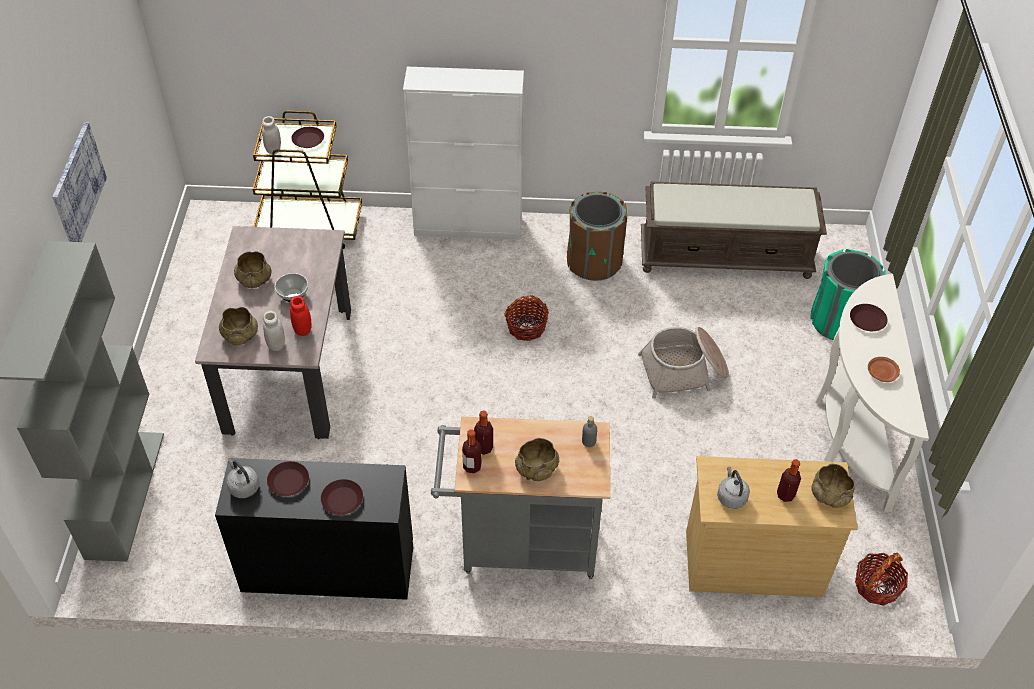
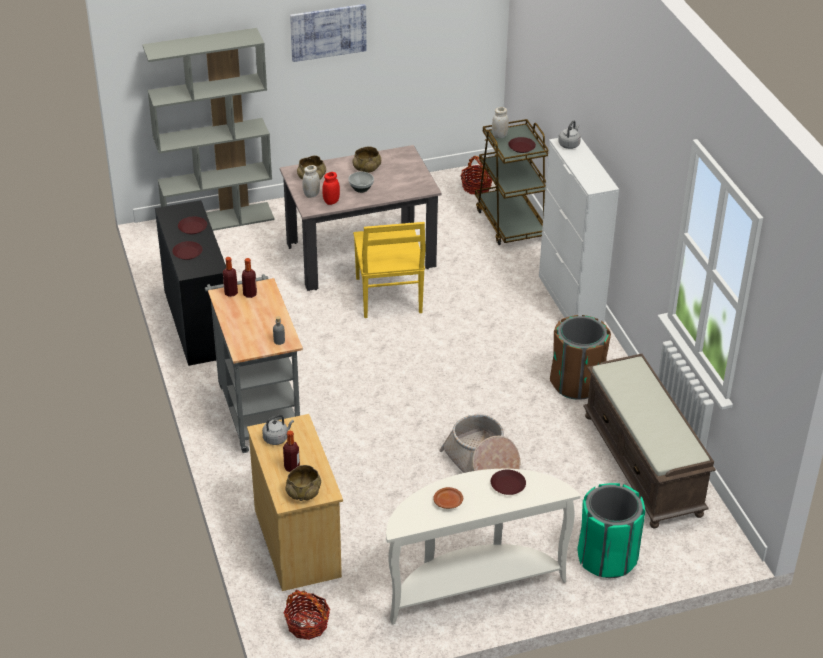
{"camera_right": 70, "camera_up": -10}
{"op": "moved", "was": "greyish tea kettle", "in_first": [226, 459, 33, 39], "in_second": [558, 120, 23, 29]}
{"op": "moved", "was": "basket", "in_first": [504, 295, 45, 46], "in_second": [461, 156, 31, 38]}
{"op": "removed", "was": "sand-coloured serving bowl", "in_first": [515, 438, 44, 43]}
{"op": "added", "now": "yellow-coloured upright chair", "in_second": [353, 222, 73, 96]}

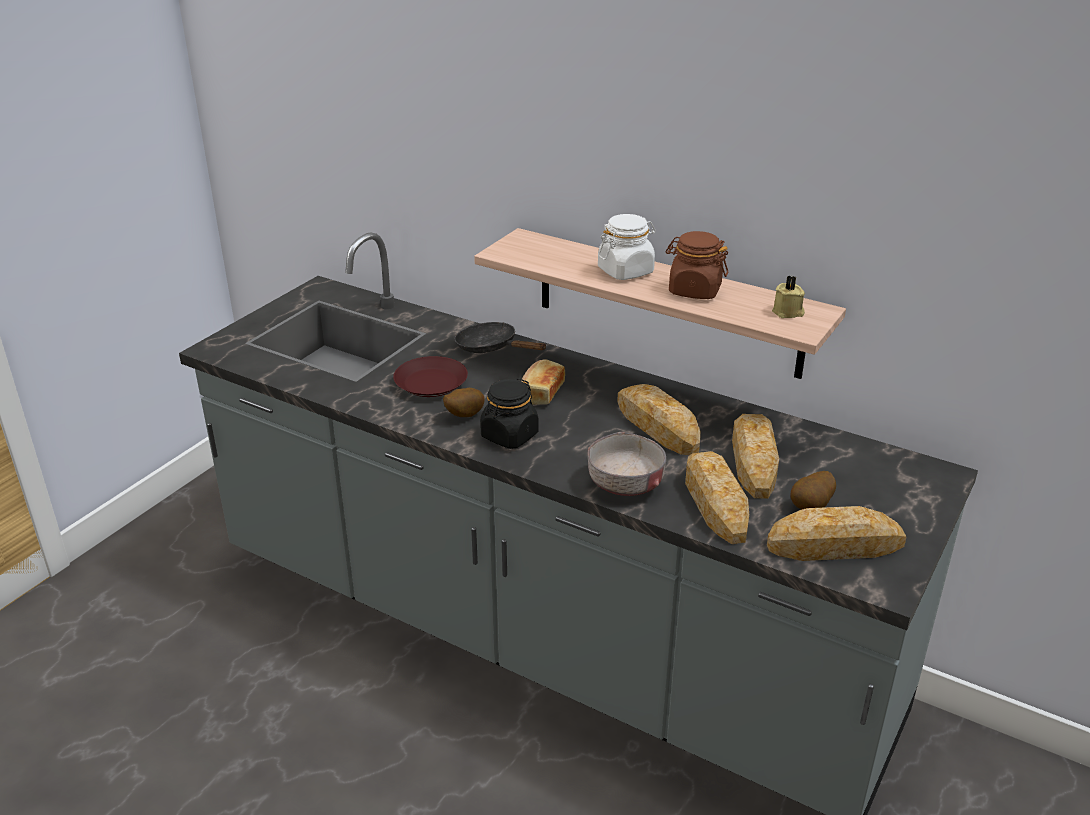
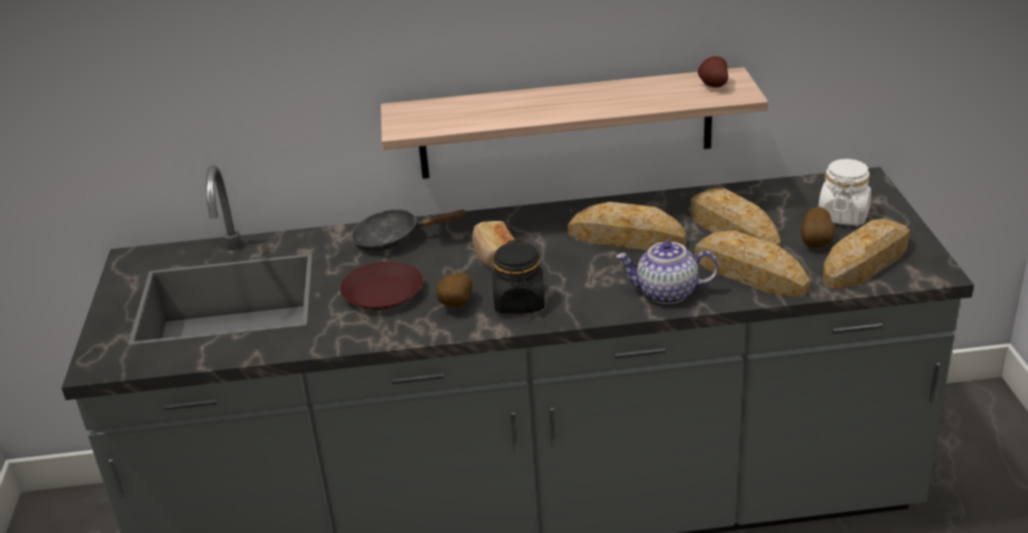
{"camera_right": -35, "camera_up": 0}
{"op": "replaced", "was": "greyish serving bowl", "now": "tea pot", "in_first": [588, 432, 78, 64], "in_second": [616, 241, 103, 63]}
{"op": "moved", "was": "white storage jar", "in_first": [598, 214, 58, 66], "in_second": [818, 159, 54, 67]}
{"op": "removed", "was": "brownish storage jar", "in_first": [666, 231, 62, 68]}
{"op": "replaced", "was": "sand-coloured wax light", "now": "potato", "in_first": [772, 275, 33, 43], "in_second": [698, 56, 30, 32]}

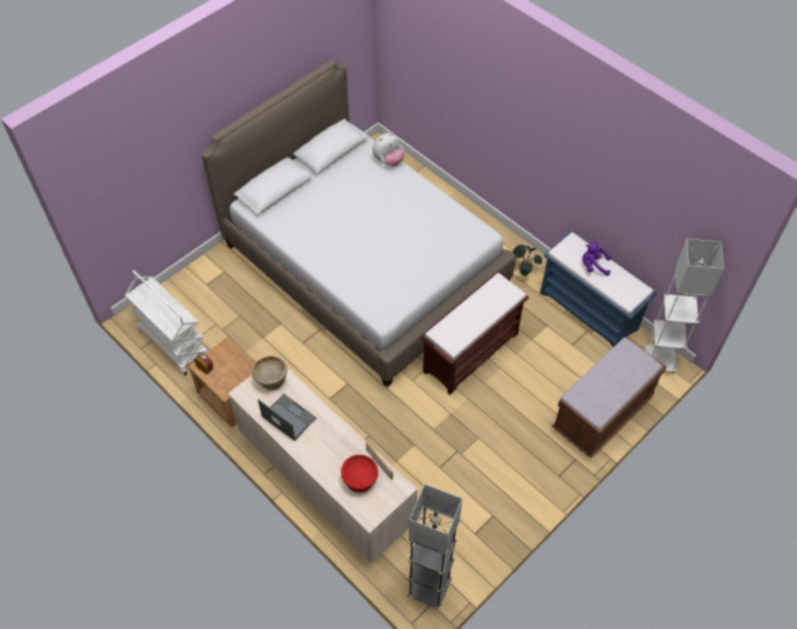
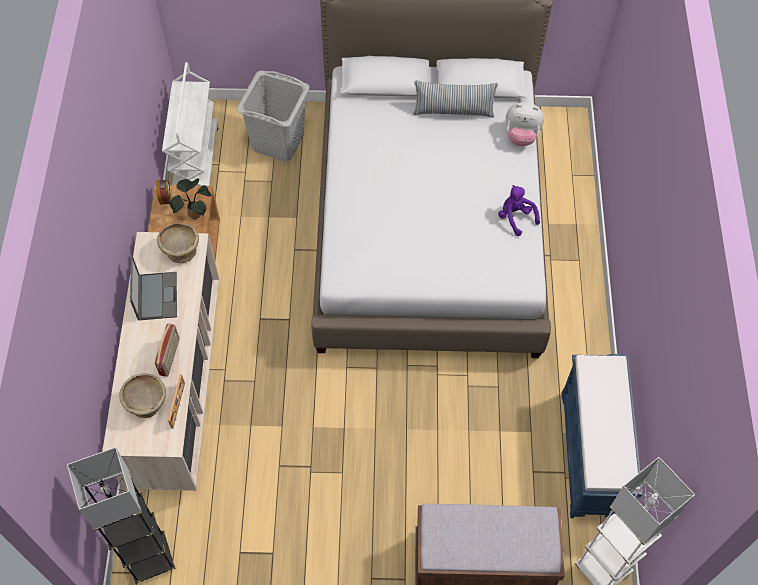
{"camera_right": 45, "camera_up": 5}
{"op": "recoloured", "was": "red serving bowl", "now": "sand-coloured serving bowl", "in_first": [341, 455, 37, 38], "in_second": [119, 373, 47, 45]}
{"op": "removed", "was": "brownish indoor bench", "in_first": [421, 271, 108, 124]}
{"op": "moved", "was": "potted plant", "in_first": [512, 245, 30, 31], "in_second": [170, 178, 42, 41]}
{"op": "moved", "was": "purple soft toy", "in_first": [582, 242, 29, 34], "in_second": [498, 185, 42, 51]}
{"op": "added", "now": "radio", "in_second": [155, 324, 25, 53]}
{"op": "added", "now": "greyish washing basket", "in_second": [237, 70, 72, 91]}
{"op": "added", "now": "throw pillow", "in_second": [413, 80, 85, 38]}

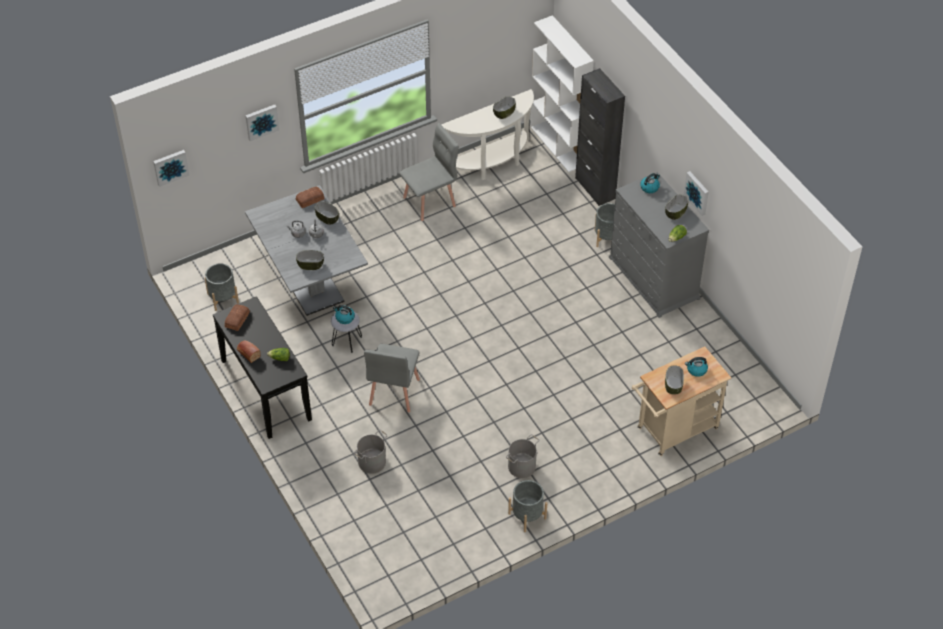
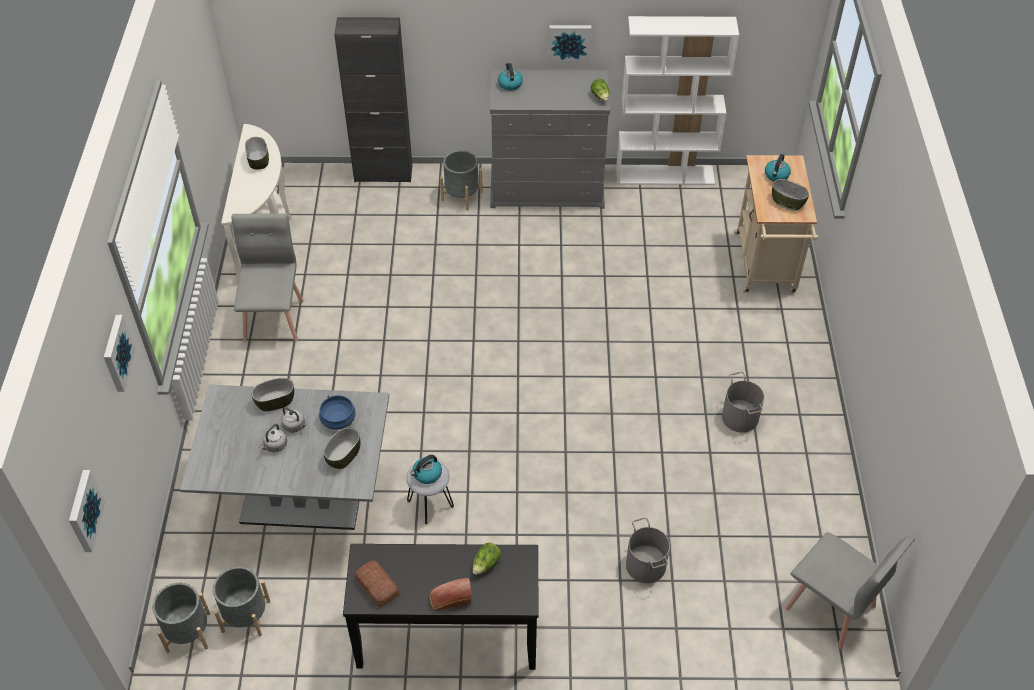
{"camera_right": -60, "camera_up": 0}
{"op": "removed", "was": "bakery bread", "in_first": [296, 187, 28, 21]}
{"op": "moved", "was": "greyish upright chair", "in_first": [364, 344, 56, 69], "in_second": [785, 532, 130, 117]}
{"op": "moved", "was": "greyish plant pot", "in_first": [508, 480, 39, 52], "in_second": [152, 583, 58, 70]}
{"op": "moved", "was": "white bookcase", "in_first": [530, 15, 64, 157], "in_second": [616, 16, 123, 169]}
{"op": "removed", "was": "serving bowl", "in_first": [665, 195, 23, 25]}
{"op": "added", "now": "bluish cooking pot", "in_second": [319, 395, 37, 35]}

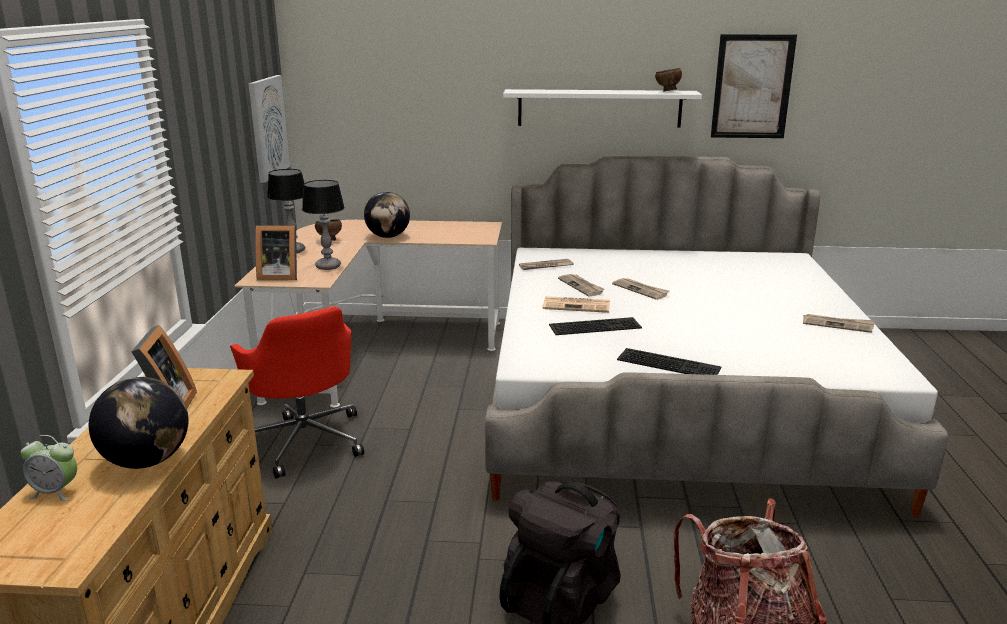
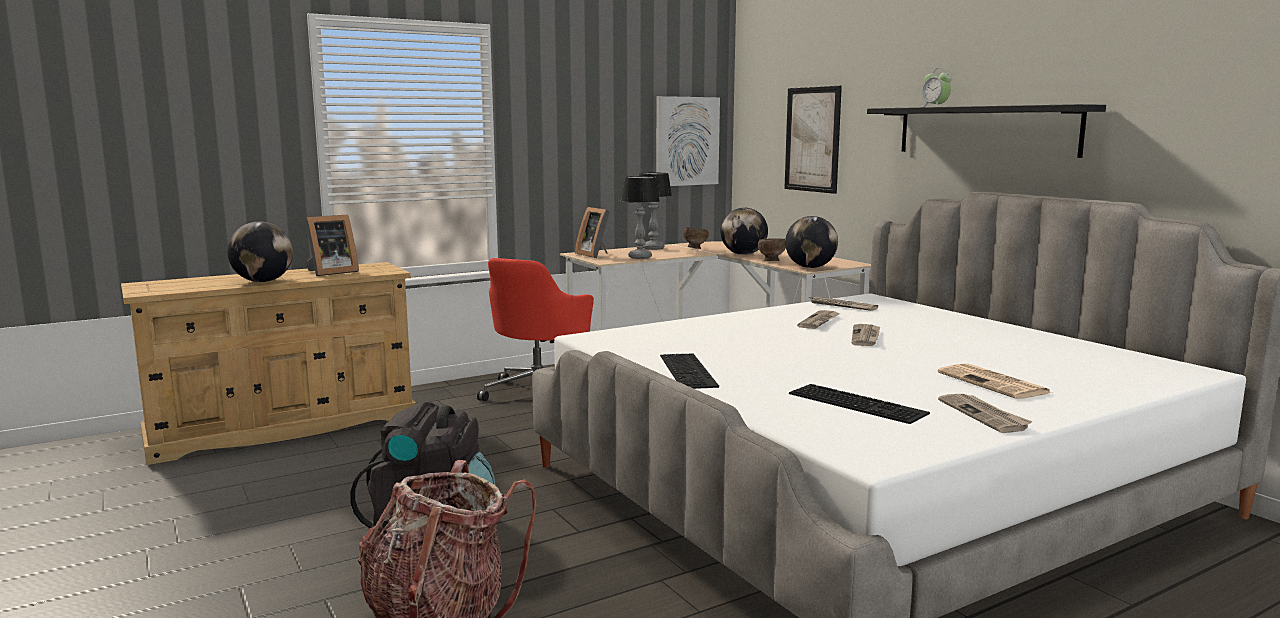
{"camera_right": 55, "camera_up": -10}
{"op": "moved", "was": "bedside clock", "in_first": [21, 435, 56, 66], "in_second": [922, 68, 30, 39]}
{"op": "recoloured", "was": "white wall shelf", "now": "black-coloured wall shelf", "in_first": [503, 89, 199, 39], "in_second": [867, 104, 239, 54]}
{"op": "moved", "was": "daily paper", "in_first": [543, 296, 67, 17], "in_second": [938, 363, 114, 36]}
{"op": "moved", "was": "keyboard", "in_first": [549, 317, 93, 18], "in_second": [789, 384, 141, 40]}
{"op": "moved", "was": "brownish serving bowl", "in_first": [655, 68, 27, 24], "in_second": [758, 238, 28, 23]}
{"op": "moved", "was": "wall art", "in_first": [711, 34, 86, 104], "in_second": [784, 86, 58, 108]}
{"op": "added", "now": "world globe", "in_second": [785, 216, 53, 52]}

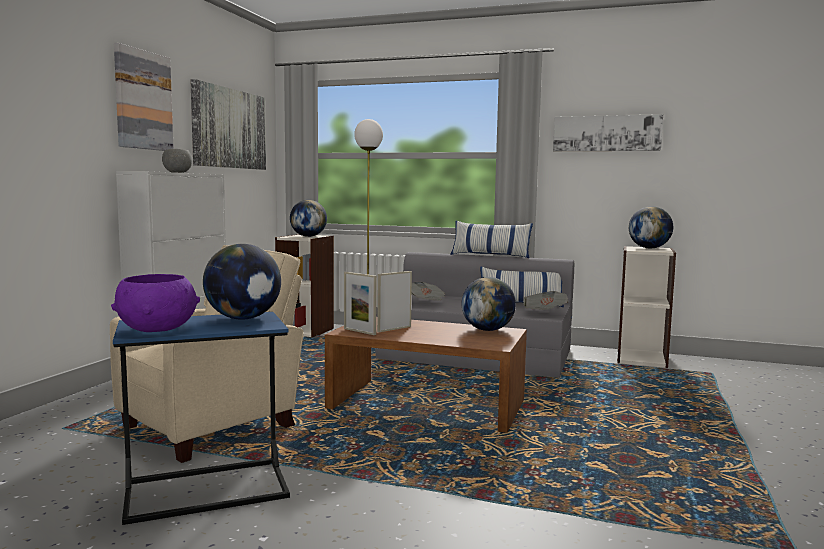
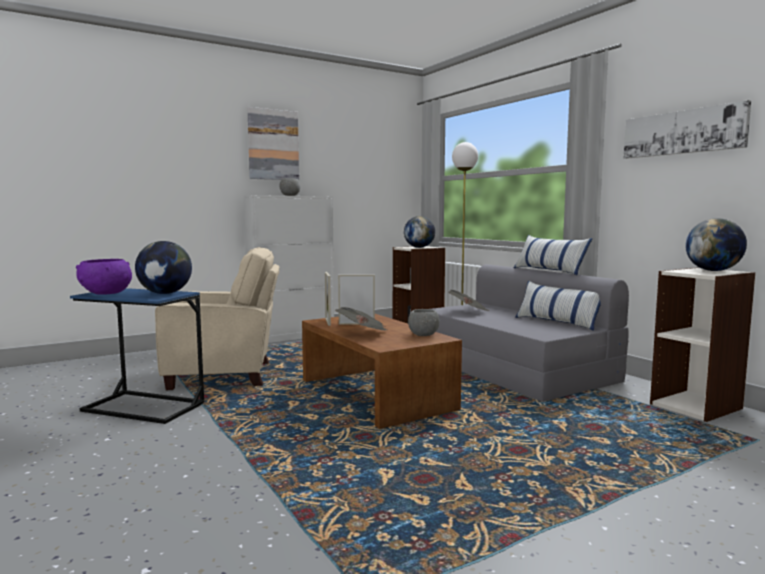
{"camera_right": 40, "camera_up": 0}
{"op": "removed", "was": "wall art", "in_first": [190, 79, 76, 91]}
{"op": "replaced", "was": "world globe", "now": "greyish serving bowl", "in_first": [462, 277, 54, 54], "in_second": [408, 309, 32, 27]}
{"op": "moved", "was": "daily paper", "in_first": [524, 291, 45, 19], "in_second": [335, 307, 52, 23]}

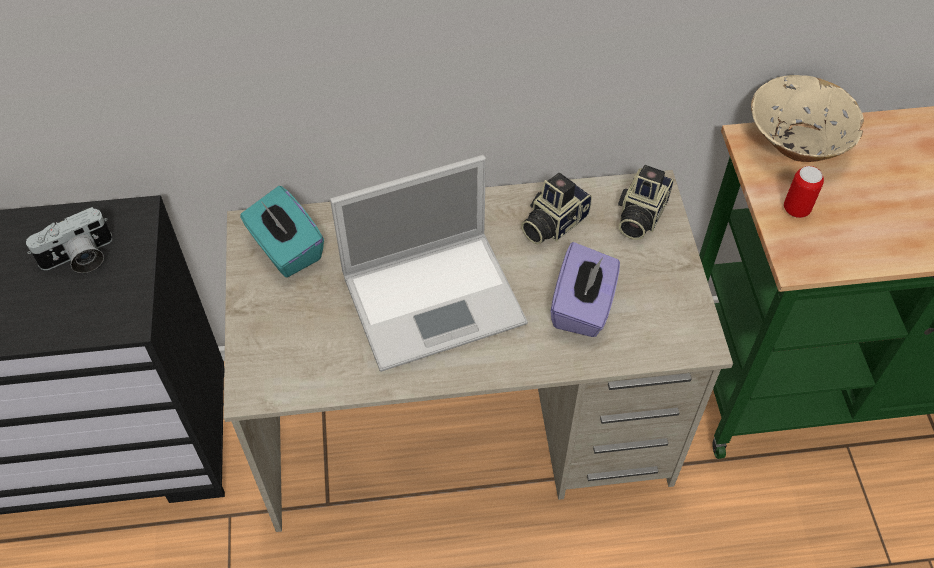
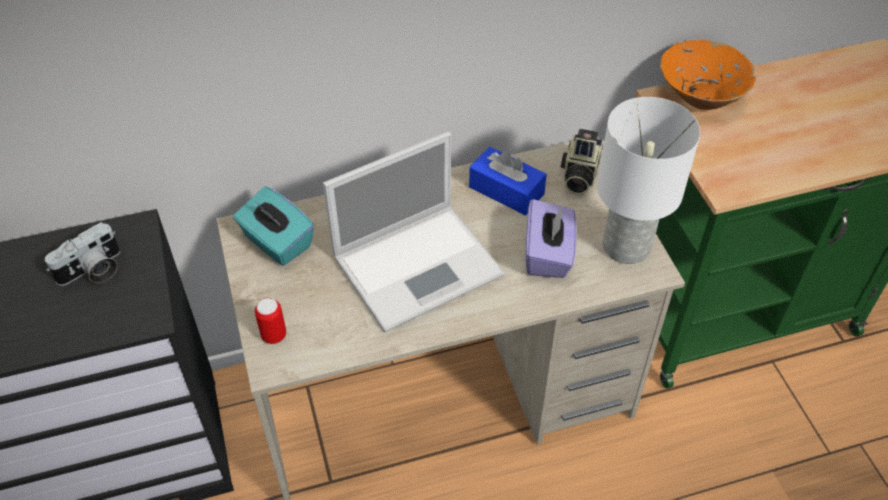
{"camera_right": -10, "camera_up": -5}
{"op": "replaced", "was": "photo camera", "now": "bluish tissue box", "in_first": [521, 173, 71, 72], "in_second": [469, 147, 78, 68]}
{"op": "recoloured", "was": "sand-coloured serving bowl", "now": "orange-coloured serving bowl", "in_first": [751, 75, 113, 87], "in_second": [660, 40, 96, 70]}
{"op": "moved", "was": "can", "in_first": [784, 166, 40, 52], "in_second": [255, 298, 31, 46]}
{"op": "added", "now": "white tabletop lamp", "in_second": [597, 97, 103, 167]}

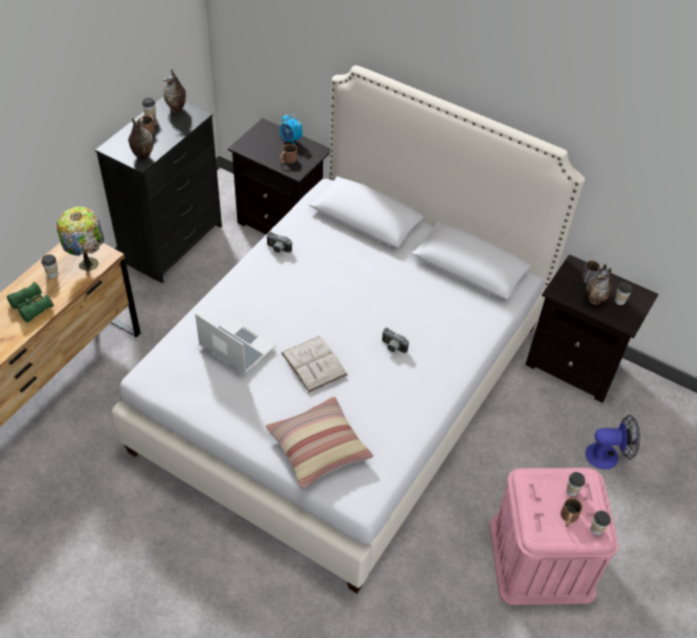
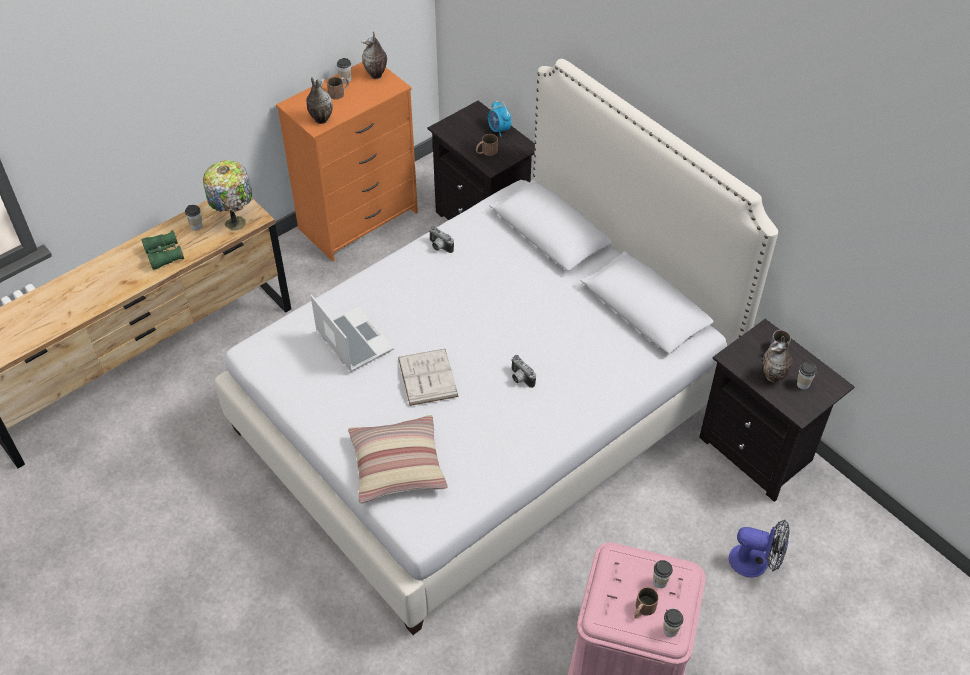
{"camera_right": 20, "camera_up": 0}
{"op": "recoloured", "was": "black-coloured chest of drawers", "now": "orange-coloured chest of drawers", "in_first": [95, 96, 127, 187], "in_second": [276, 62, 142, 199]}

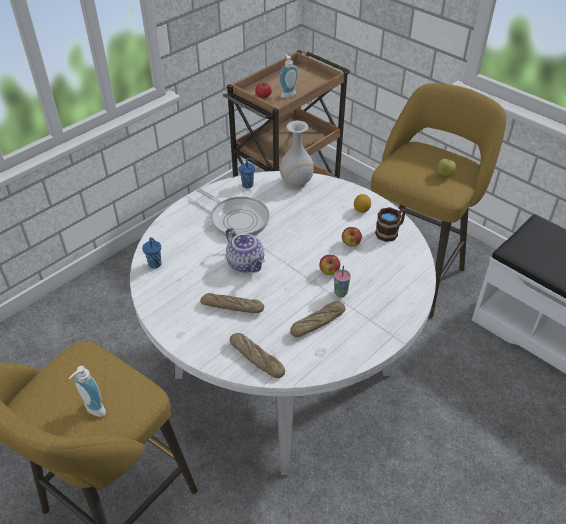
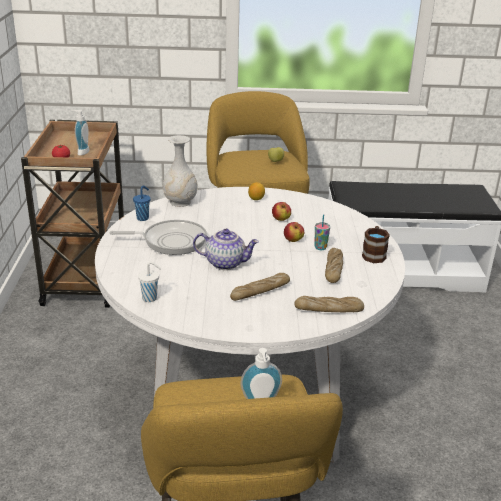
{"camera_right": -45, "camera_up": -15}
{"op": "recoloured", "was": "bluish cup", "now": "white cup", "in_first": [142, 237, 19, 32], "in_second": [138, 262, 23, 40]}
{"op": "moved", "was": "brownish tea mug", "in_first": [375, 207, 31, 35], "in_second": [362, 226, 28, 37]}

